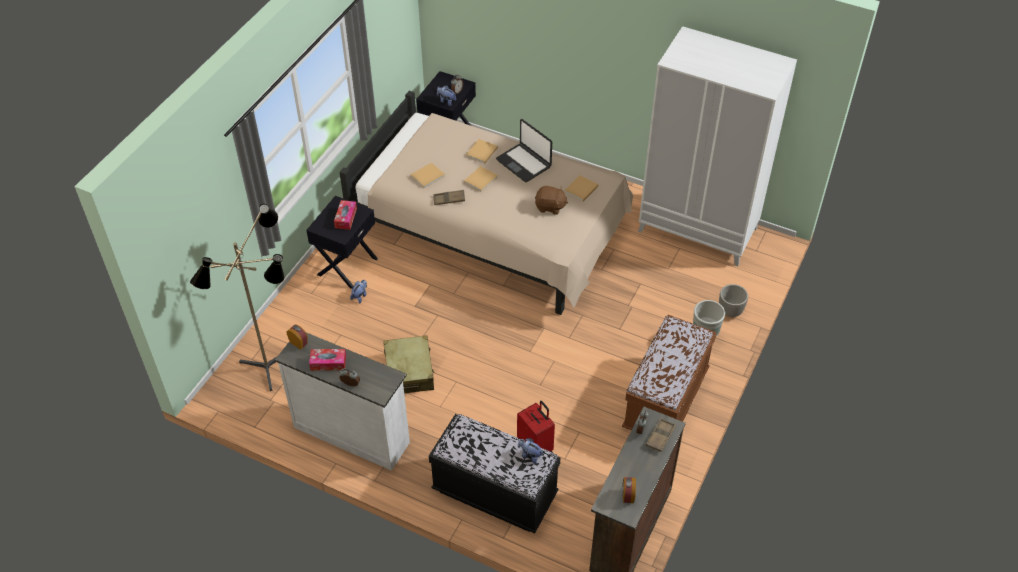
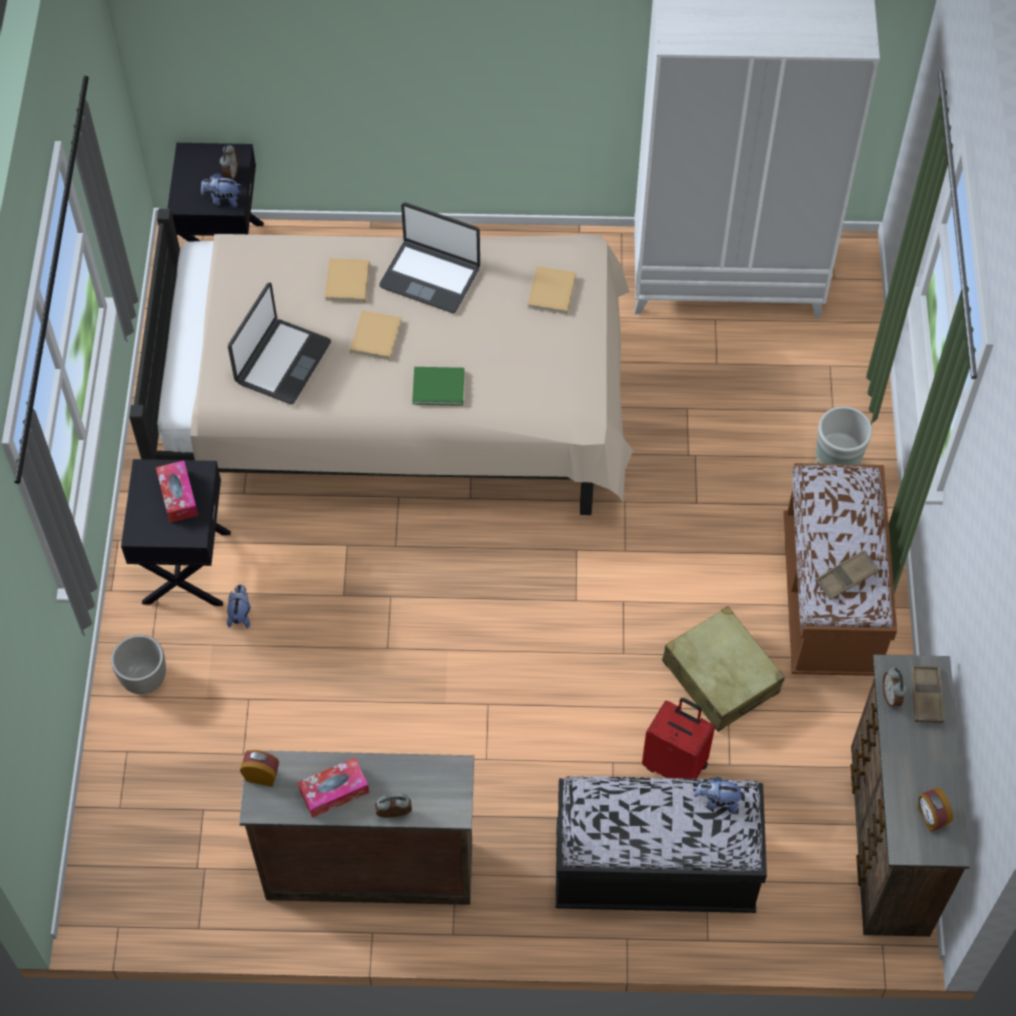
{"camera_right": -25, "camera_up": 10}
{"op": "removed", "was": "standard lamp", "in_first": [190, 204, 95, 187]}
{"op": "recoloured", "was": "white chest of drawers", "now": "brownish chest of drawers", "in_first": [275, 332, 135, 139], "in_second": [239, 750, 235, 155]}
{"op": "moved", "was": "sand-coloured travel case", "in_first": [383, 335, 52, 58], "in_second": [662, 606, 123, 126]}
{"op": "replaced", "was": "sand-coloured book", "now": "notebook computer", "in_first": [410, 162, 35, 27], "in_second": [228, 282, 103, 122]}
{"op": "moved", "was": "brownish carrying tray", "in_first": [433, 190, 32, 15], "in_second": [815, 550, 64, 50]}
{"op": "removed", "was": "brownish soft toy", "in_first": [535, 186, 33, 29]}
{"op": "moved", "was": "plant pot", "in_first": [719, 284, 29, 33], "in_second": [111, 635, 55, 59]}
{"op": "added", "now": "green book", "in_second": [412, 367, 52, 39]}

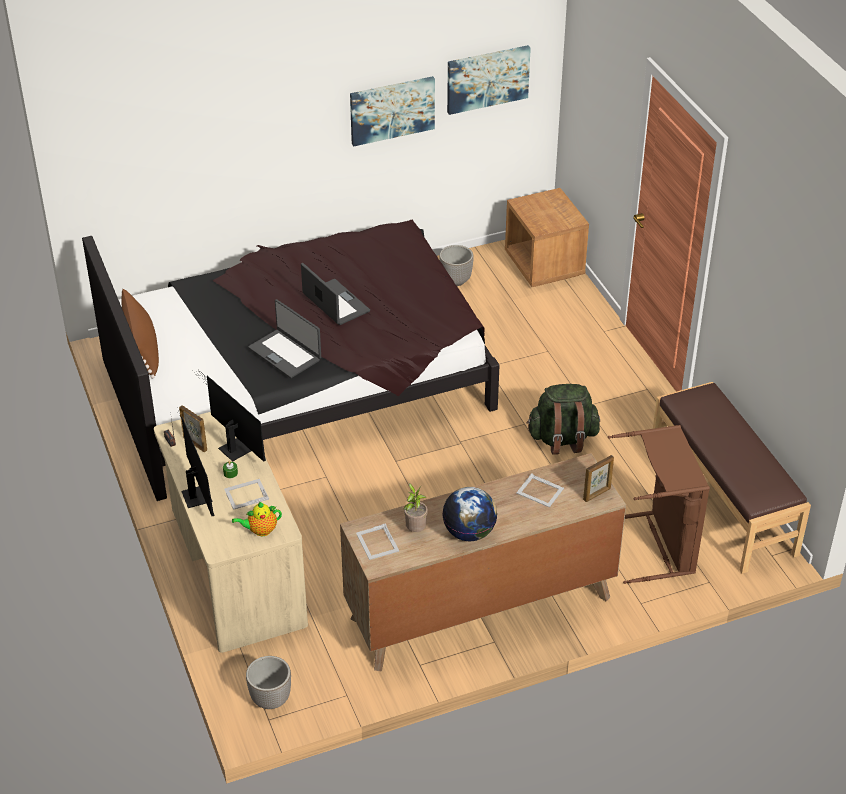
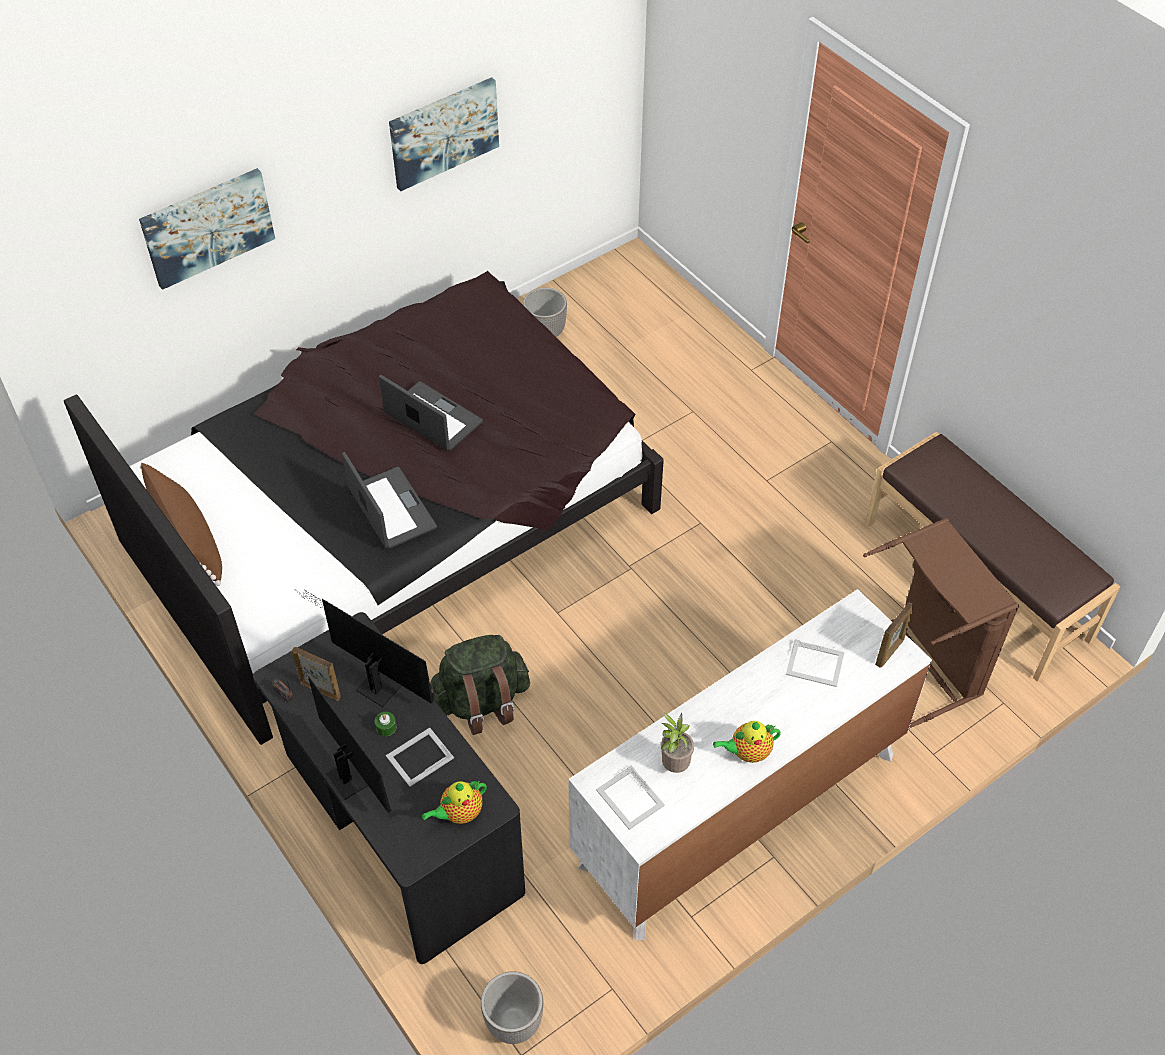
{"camera_right": -15, "camera_up": 10}
{"op": "recoloured", "was": "sand-coloured desk unit", "now": "black-coloured desk unit", "in_first": [154, 412, 154, 241], "in_second": [253, 612, 272, 352]}
{"op": "turned", "was": "notebook computer", "in_first": [248, 299, 73, 79], "in_second": [342, 452, 95, 96], "clockwise": -150}
{"op": "recoloured", "was": "brownish chest of drawers", "now": "white chest of drawers", "in_first": [340, 453, 286, 218], "in_second": [568, 589, 364, 351]}
{"op": "replaced", "was": "world globe", "now": "tea pot", "in_first": [442, 487, 55, 54], "in_second": [713, 721, 68, 42]}
{"op": "moved", "was": "wall art", "in_first": [447, 45, 84, 70], "in_second": [139, 168, 136, 122]}
{"op": "removed", "was": "brownish night table", "in_first": [505, 188, 84, 99]}
{"op": "moved", "was": "green knapsack", "in_first": [526, 384, 74, 71], "in_second": [430, 635, 100, 100]}

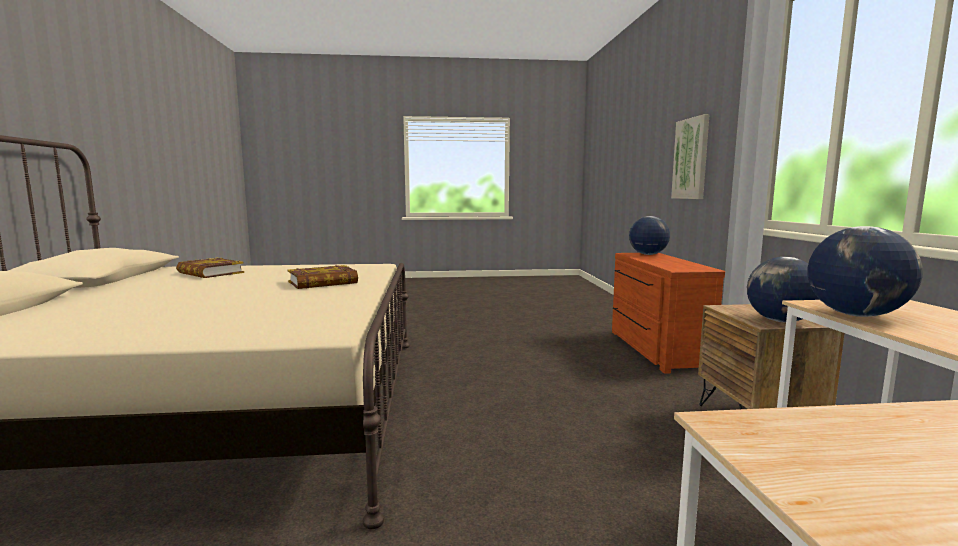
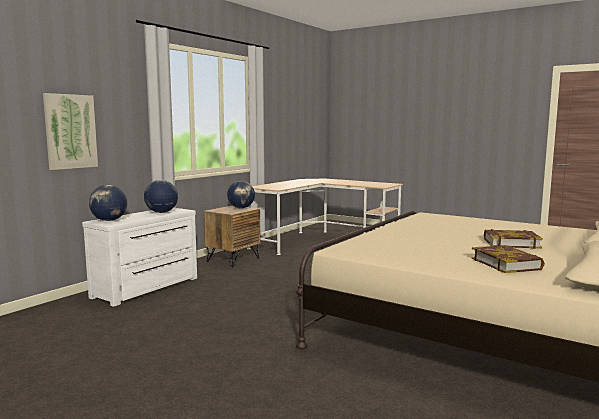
{"camera_right": -140, "camera_up": 0}
{"op": "moved", "was": "book", "in_first": [288, 265, 70, 24], "in_second": [484, 229, 59, 20]}
{"op": "recoloured", "was": "brownish chest of drawers", "now": "white chest of drawers", "in_first": [612, 253, 113, 121], "in_second": [82, 208, 115, 99]}
{"op": "moved", "was": "world globe", "in_first": [808, 226, 115, 91], "in_second": [144, 180, 34, 33]}

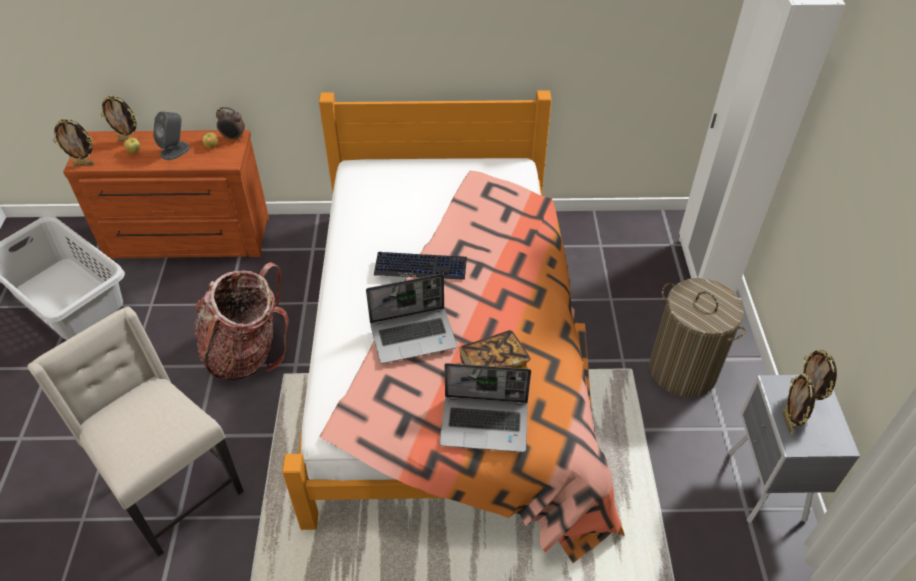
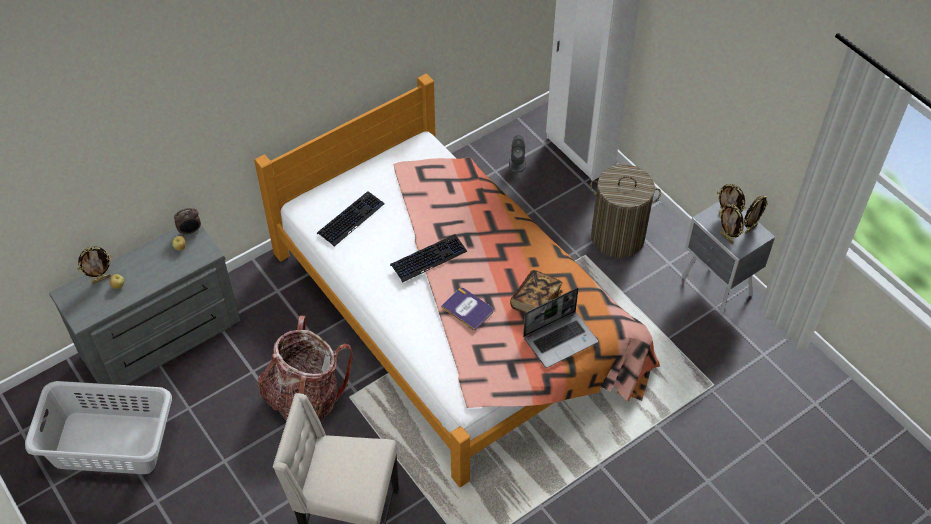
{"camera_right": -35, "camera_up": 5}
{"op": "moved", "was": "photo frame", "in_first": [53, 119, 42, 47], "in_second": [744, 196, 24, 38]}
{"op": "recoloured", "was": "brownish chest of drawers", "now": "greyish chest of drawers", "in_first": [63, 130, 206, 129], "in_second": [49, 225, 191, 160]}
{"op": "moved", "was": "greyish speaker", "in_first": [153, 111, 37, 49], "in_second": [509, 135, 17, 38]}
{"op": "replaced", "was": "notebook computer", "now": "book", "in_first": [366, 274, 91, 90], "in_second": [441, 288, 52, 43]}
{"op": "added", "now": "keyboard", "in_second": [317, 191, 67, 56]}

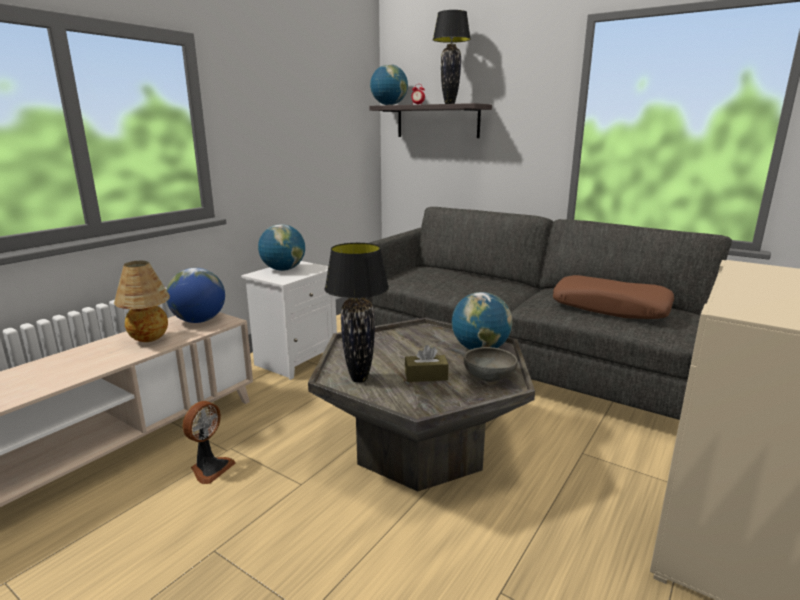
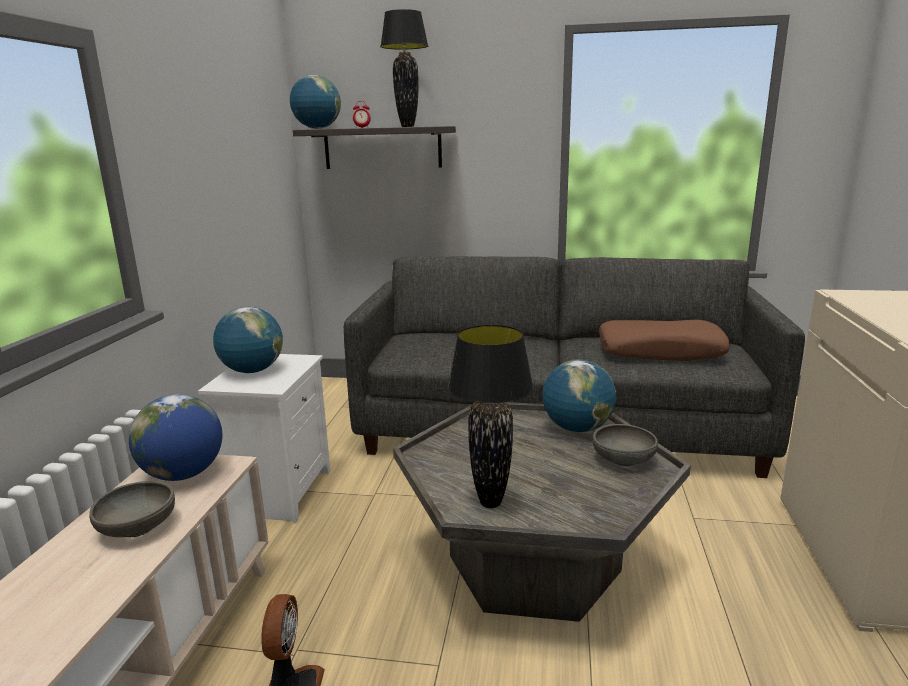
{"camera_right": -25, "camera_up": 0}
{"op": "replaced", "was": "tabletop lamp", "now": "greyish serving bowl", "in_first": [114, 261, 56, 81], "in_second": [89, 481, 86, 56]}
{"op": "removed", "was": "brownish tissue box", "in_first": [405, 345, 44, 37]}

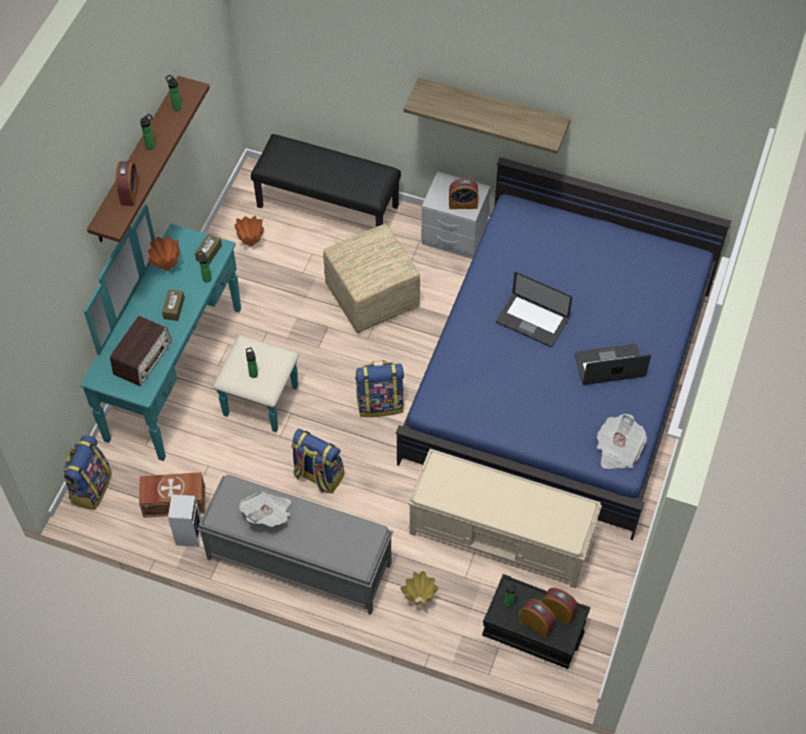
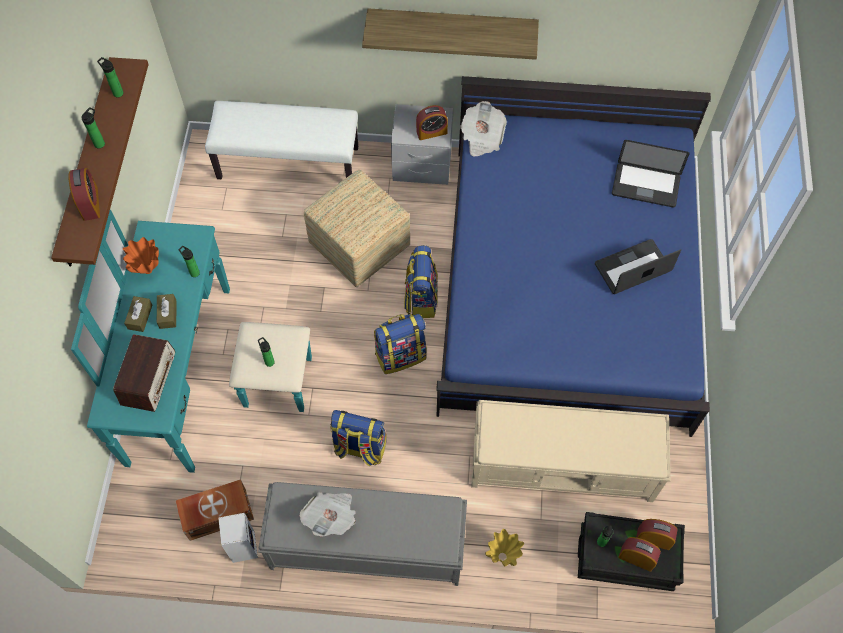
{"camera_right": -15, "camera_up": 5}
{"op": "moved", "was": "knapsack", "in_first": [63, 435, 49, 75], "in_second": [404, 245, 34, 73]}
{"op": "moved", "was": "brownish tissue box", "in_first": [195, 234, 27, 30], "in_second": [124, 296, 28, 36]}
{"op": "removed", "was": "orange-coloured vase", "in_first": [234, 216, 30, 30]}
{"op": "recoloured", "was": "black-coloured indoor bench", "now": "white indoor bench", "in_first": [251, 134, 150, 93], "in_second": [205, 101, 153, 78]}
{"op": "moved", "was": "notebook computer", "in_first": [496, 272, 76, 75], "in_second": [612, 140, 78, 68]}
{"op": "moved", "was": "daily paper", "in_first": [596, 414, 51, 55], "in_second": [460, 101, 47, 56]}

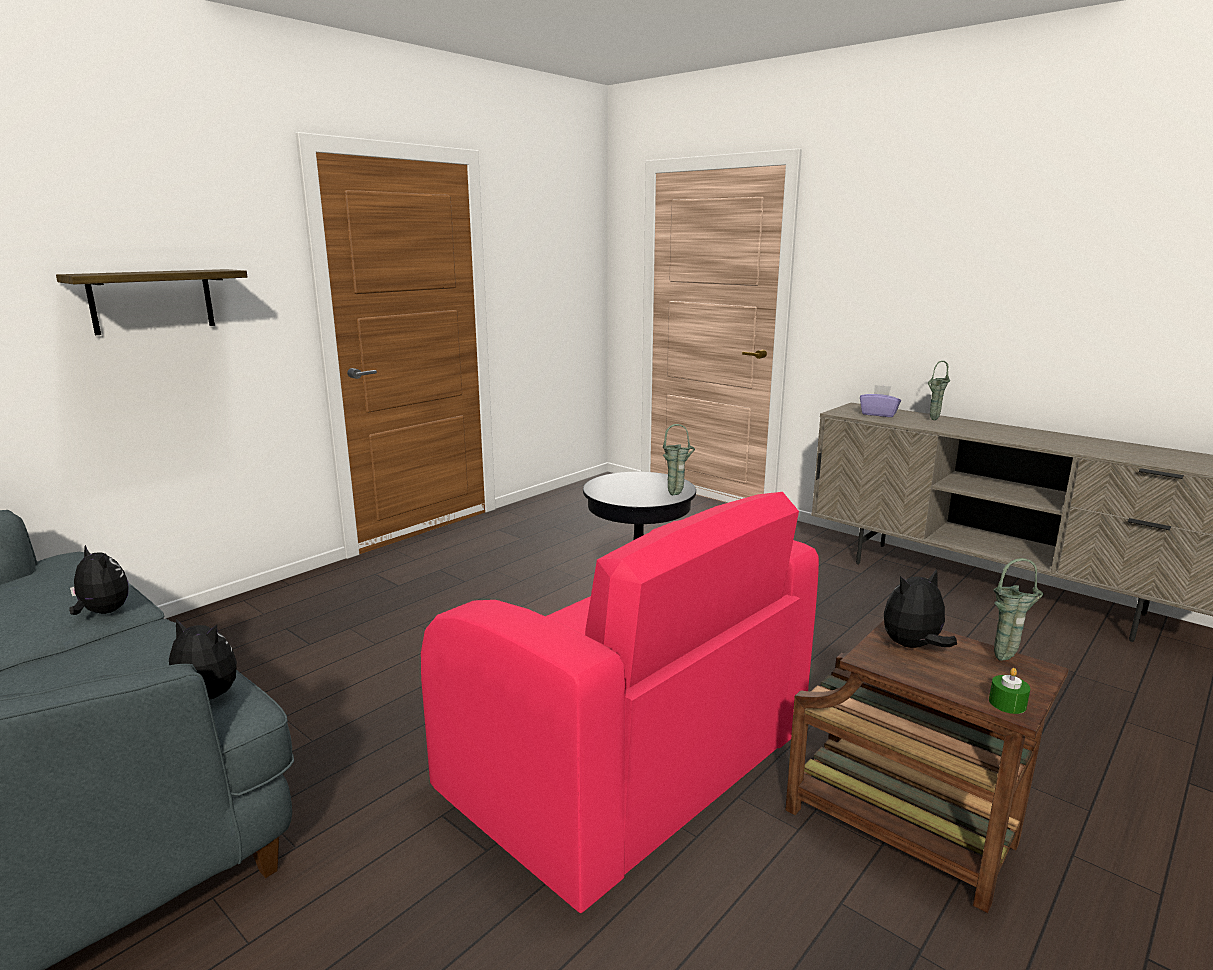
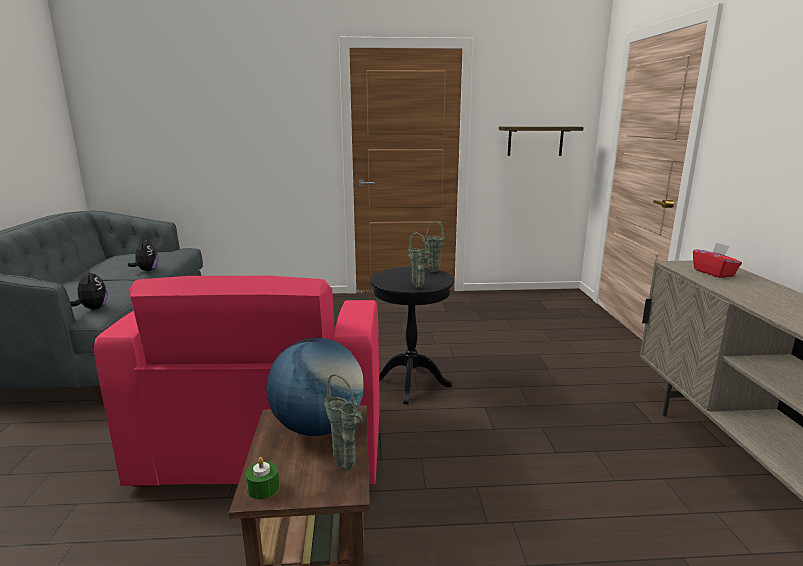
{"camera_right": 45, "camera_up": 0}
{"op": "moved", "was": "wall shelf", "in_first": [56, 269, 191, 66], "in_second": [499, 126, 85, 30]}
{"op": "recoloured", "was": "purple tissue box", "now": "red tissue box", "in_first": [860, 385, 41, 32], "in_second": [693, 242, 49, 36]}
{"op": "replaced", "was": "soft toy", "now": "world globe", "in_first": [884, 569, 73, 79], "in_second": [266, 338, 98, 98]}
{"op": "moved", "was": "green vase", "in_first": [928, 361, 22, 59], "in_second": [422, 222, 23, 51]}

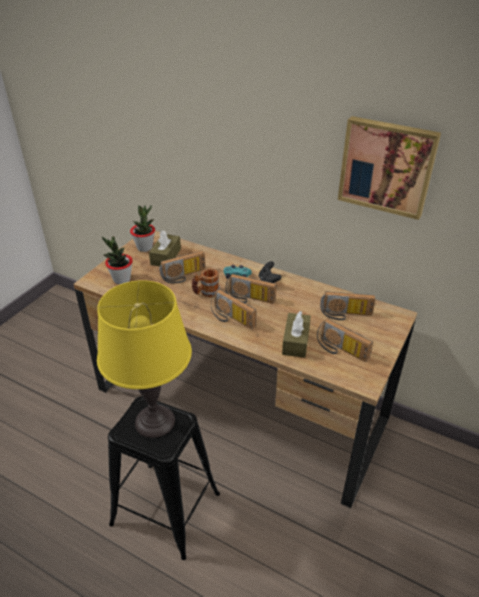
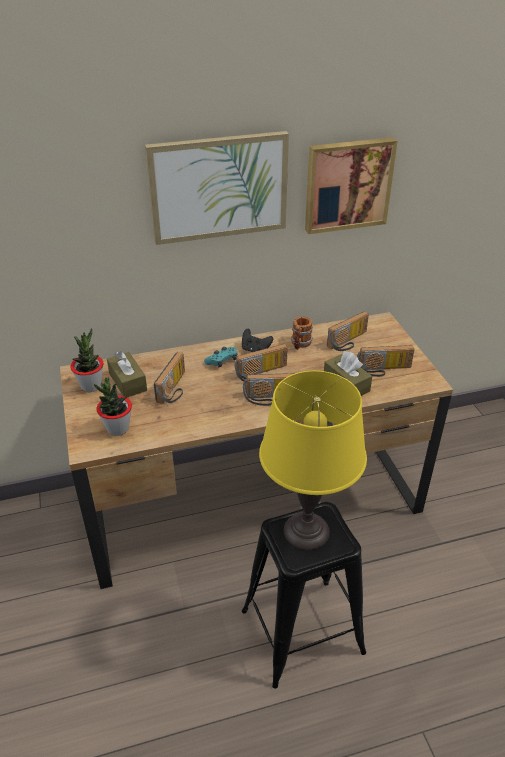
{"camera_right": -45, "camera_up": 0}
{"op": "moved", "was": "tea mug", "in_first": [192, 268, 28, 29], "in_second": [291, 317, 22, 33]}
{"op": "added", "now": "wall art", "in_second": [145, 131, 144, 114]}

